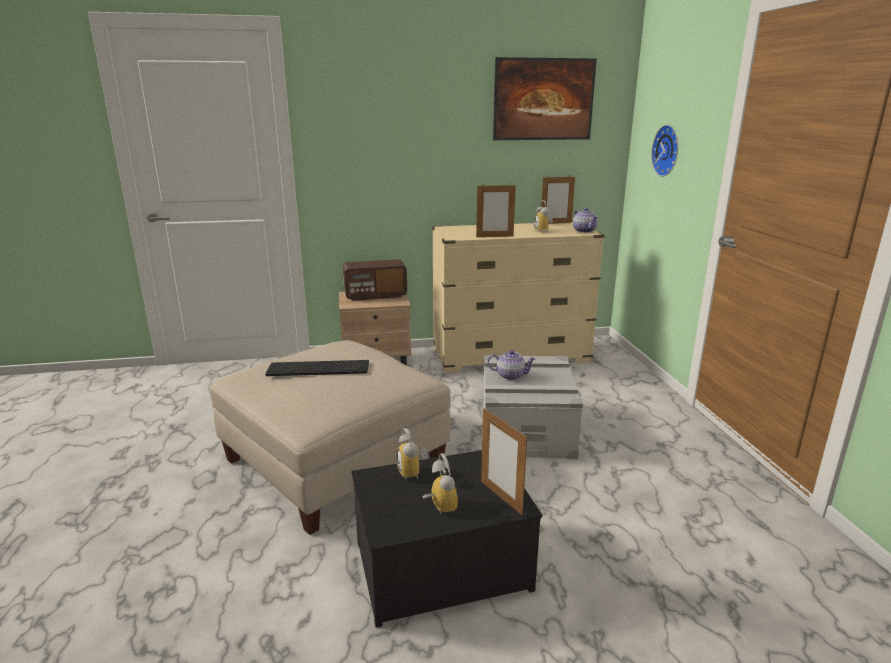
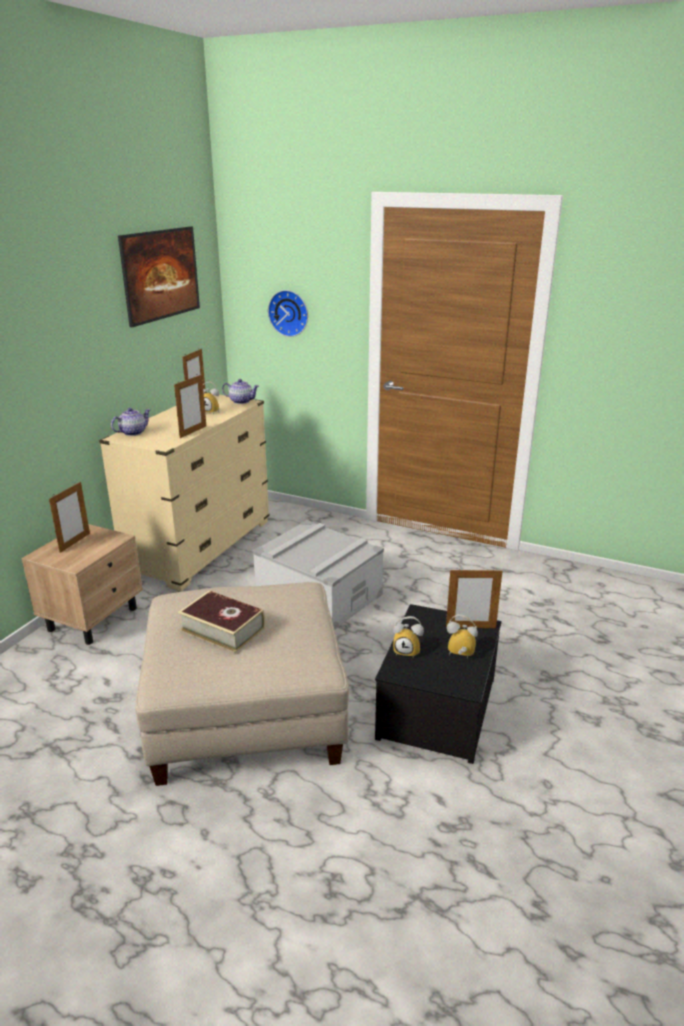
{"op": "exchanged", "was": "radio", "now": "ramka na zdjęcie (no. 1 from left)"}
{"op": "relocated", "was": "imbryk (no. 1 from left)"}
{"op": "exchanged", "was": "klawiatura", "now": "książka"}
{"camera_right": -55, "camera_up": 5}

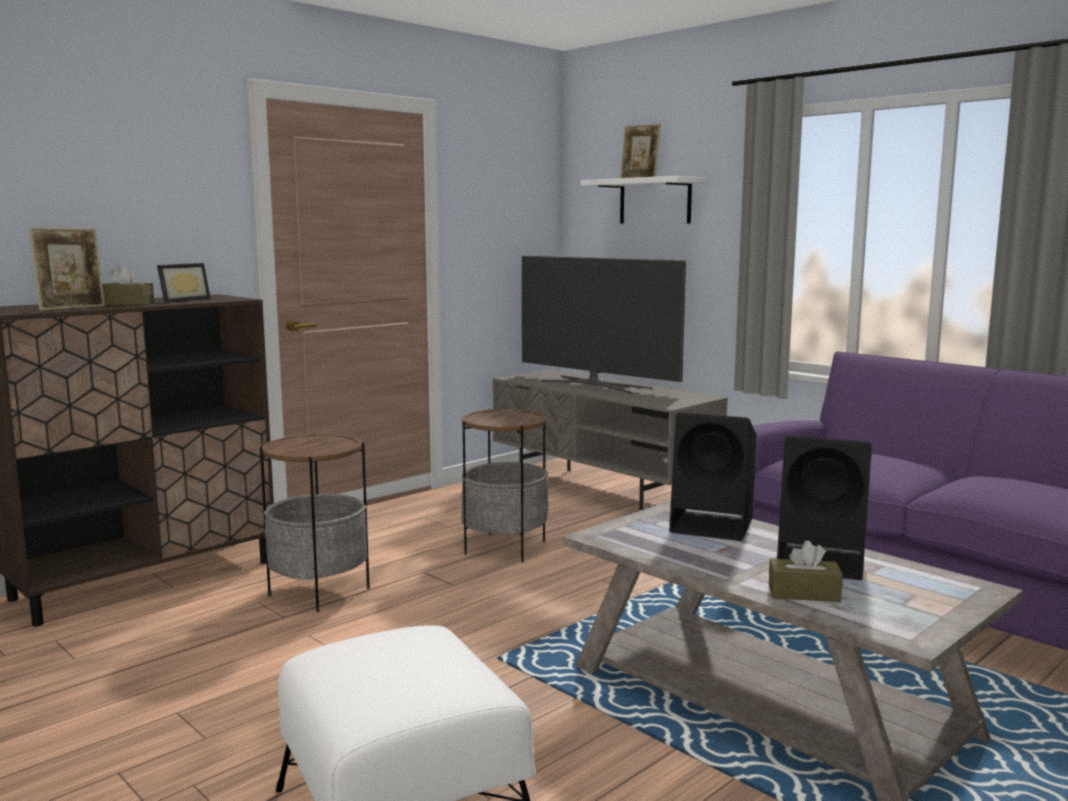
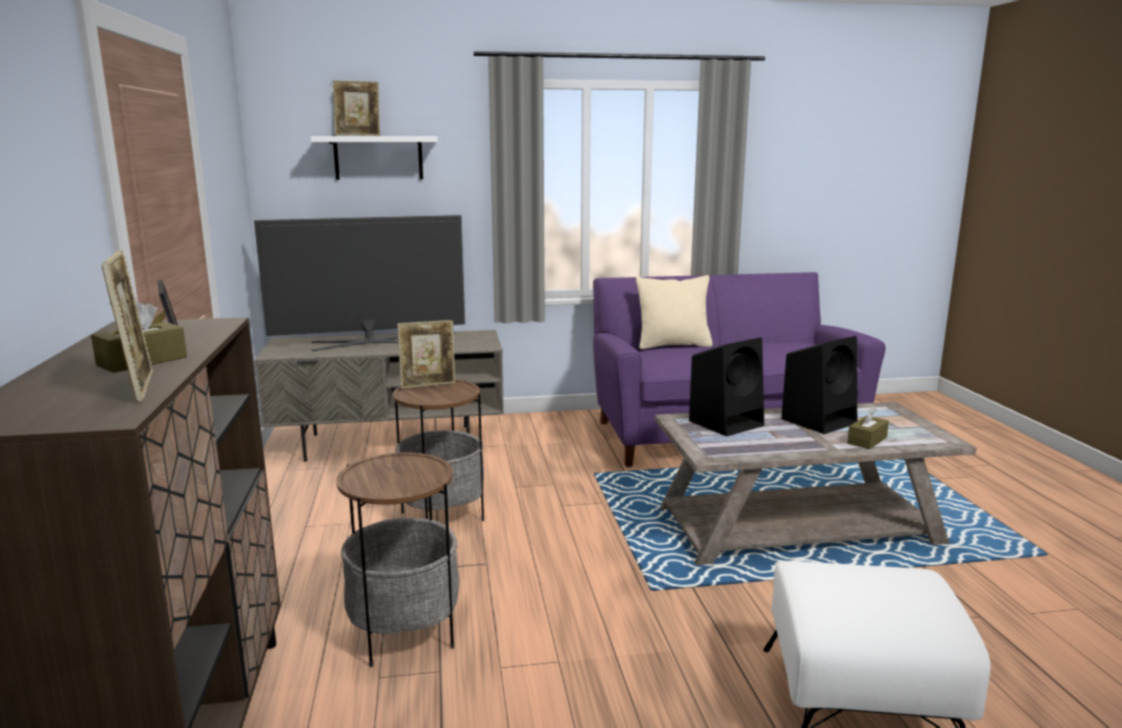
{"op": "appeared", "now": "ramka na zdjęcie (no. 4 from left)"}
{"op": "appeared", "now": "poduszka/beżowy"}
{"camera_right": -55, "camera_up": 5}

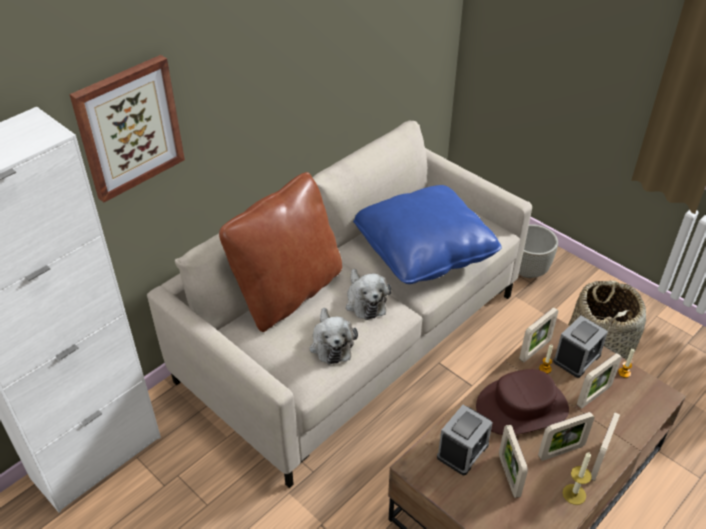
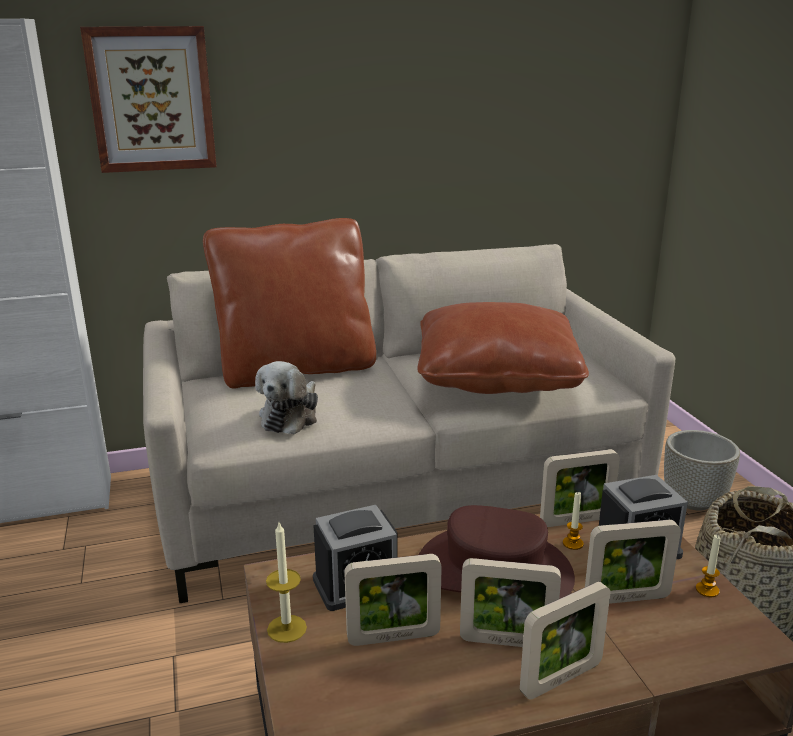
{"op": "relocated", "was": "świeca (no. 2 from left in the first image)", "now": "świeca (no. 1 from left)"}
{"op": "spun", "was": "ramka na zdjęcie (no. 1 from left)", "clockwise": -120}
{"op": "colour", "was": "poduszka/niebieski", "now": "poduszka/brązowy (no. 2 from left)"}
{"op": "missing", "was": "pluszak (no. 2 from left)"}
{"camera_right": 30, "camera_up": -20}

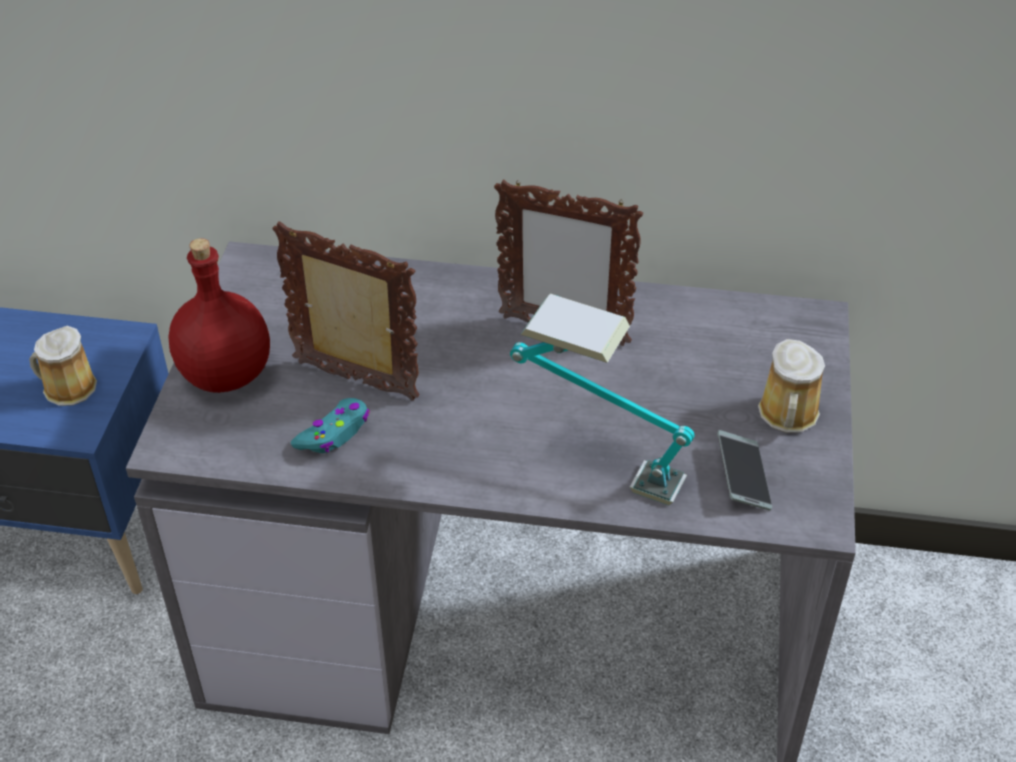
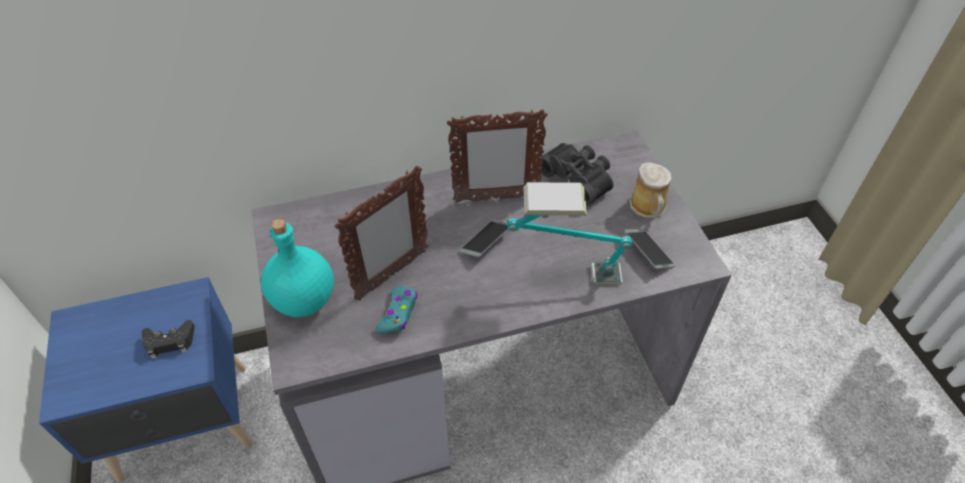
{"op": "exchanged", "was": "kubek (no. 1 from left)", "now": "pad do gier/czarny"}
{"op": "colour", "was": "butelka/czerwony", "now": "butelka/turkusowy"}
{"op": "spun", "was": "ramka na zdjęcie (no. 1 from left)", "clockwise": 135}
{"op": "appeared", "now": "telefon (no. 1 from left)"}
{"op": "appeared", "now": "lornetka/czarny"}
{"camera_right": -25, "camera_up": 5}

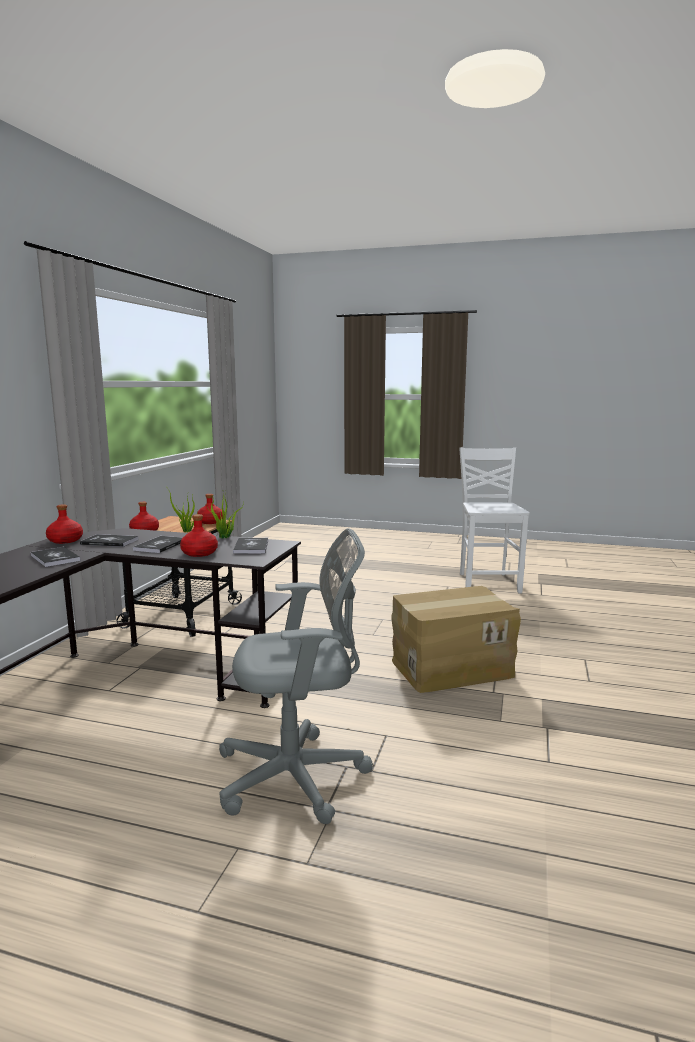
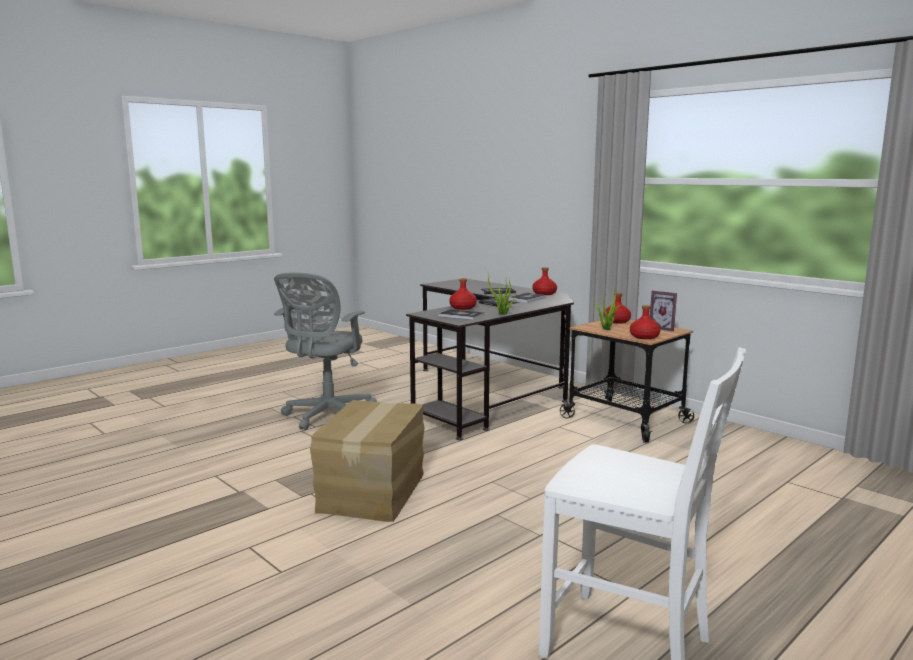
{"op": "appeared", "now": "ramka na zdjęcie"}
{"camera_right": 120, "camera_up": 0}

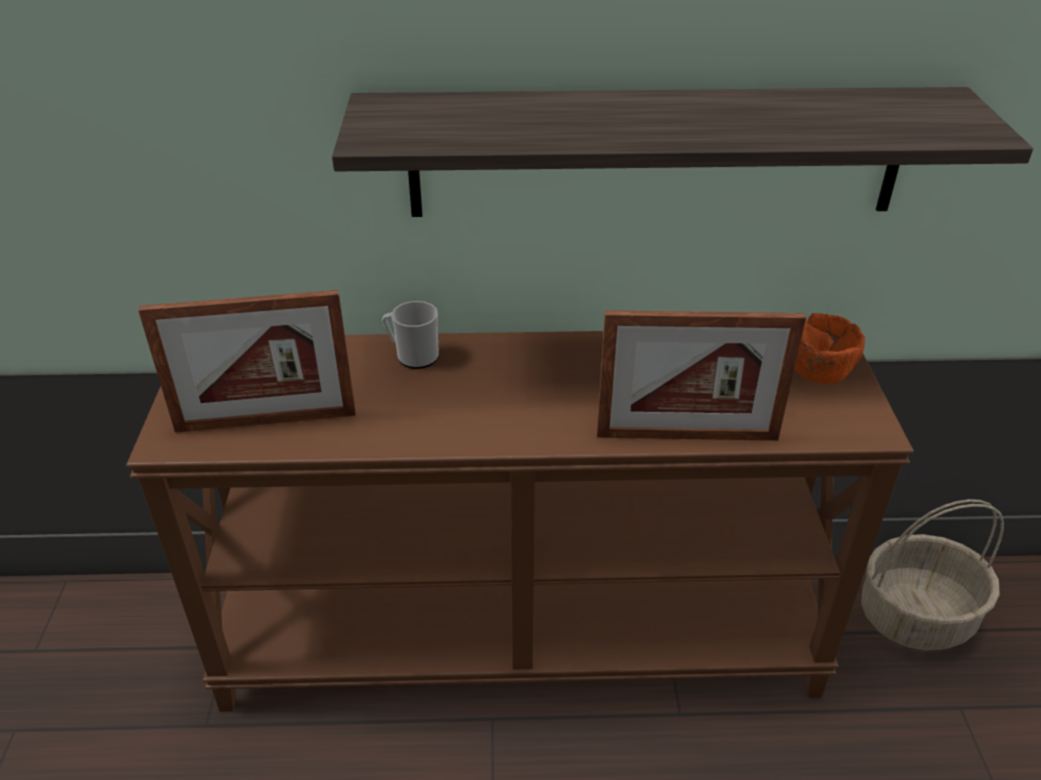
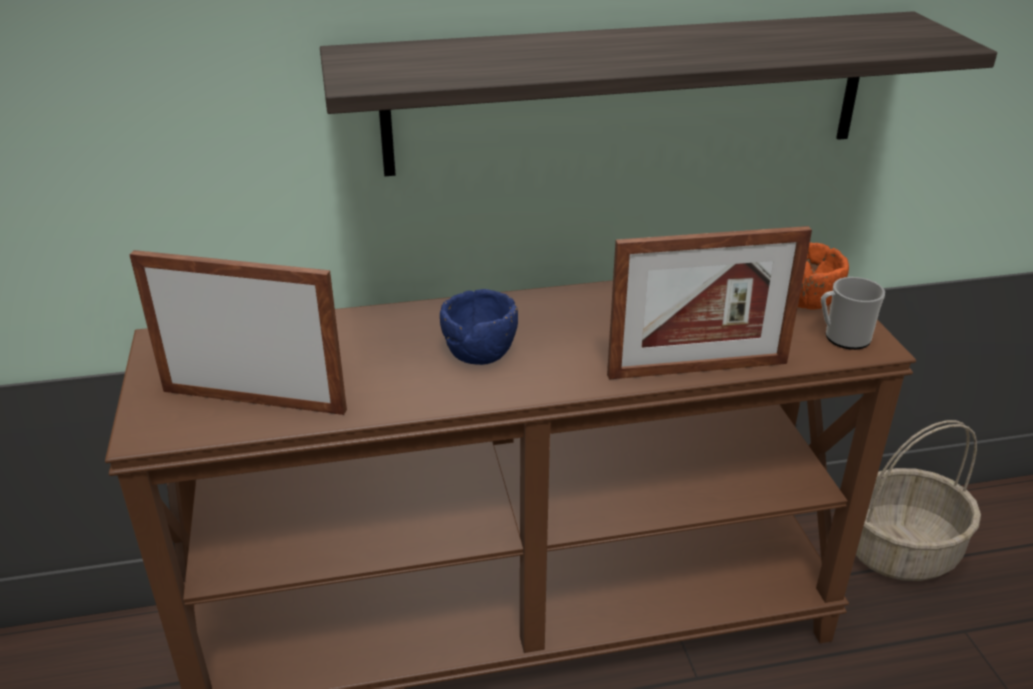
{"op": "spun", "was": "ramka na zdjęcie (no. 1 from left)", "clockwise": -150}
{"op": "appeared", "now": "miska/niebieski"}
{"op": "relocated", "was": "kubek"}
{"camera_right": -10, "camera_up": -5}

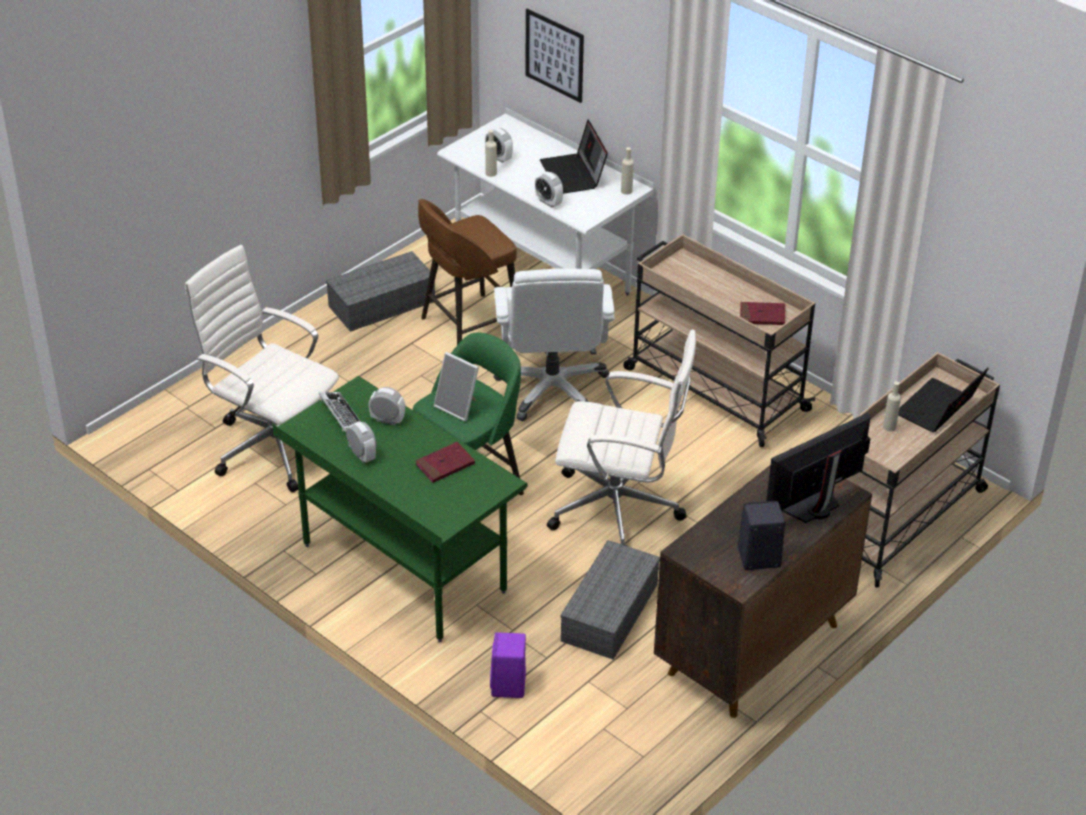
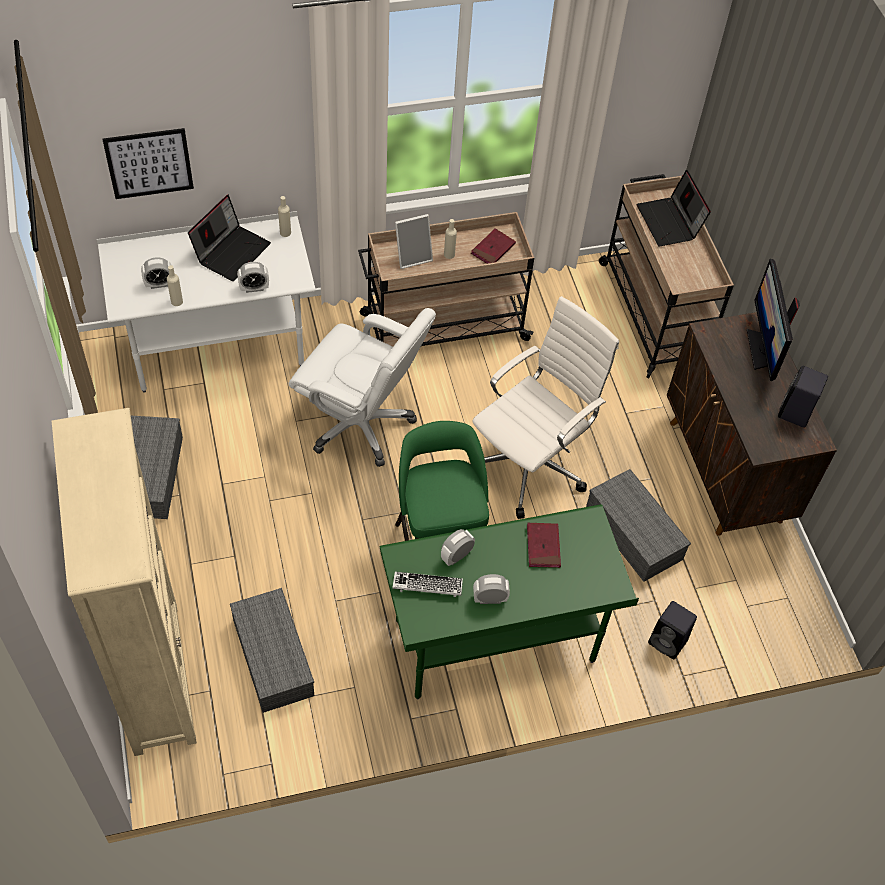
{"op": "appeared", "now": "regał/beżowy"}
{"op": "spun", "was": "laptop (no. 1 from left)", "clockwise": -75}
{"op": "exchanged", "was": "krzesło biurowe/biały (no. 1 from left)", "now": "pojemnik do przechowywania/szary (no. 2 from left)"}
{"op": "relocated", "was": "ramka na zdjęcie"}
{"op": "relocated", "was": "butelka/beżowy (no. 3 from left)"}
{"op": "colour", "was": "głośnik/fioletowy", "now": "głośnik/czarny (no. 1 from left)"}
{"op": "missing", "was": "stołek/brązowy"}
{"camera_right": -60, "camera_up": 15}

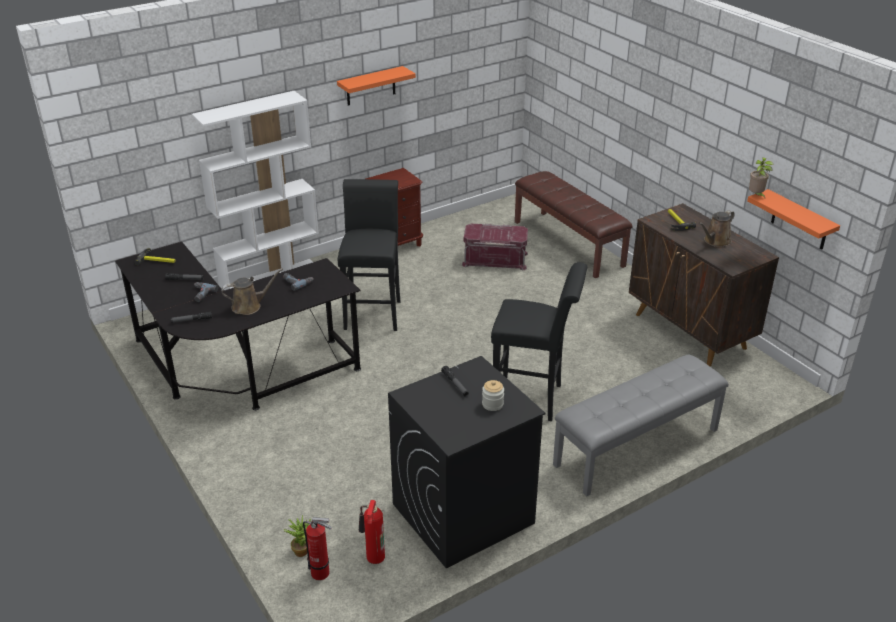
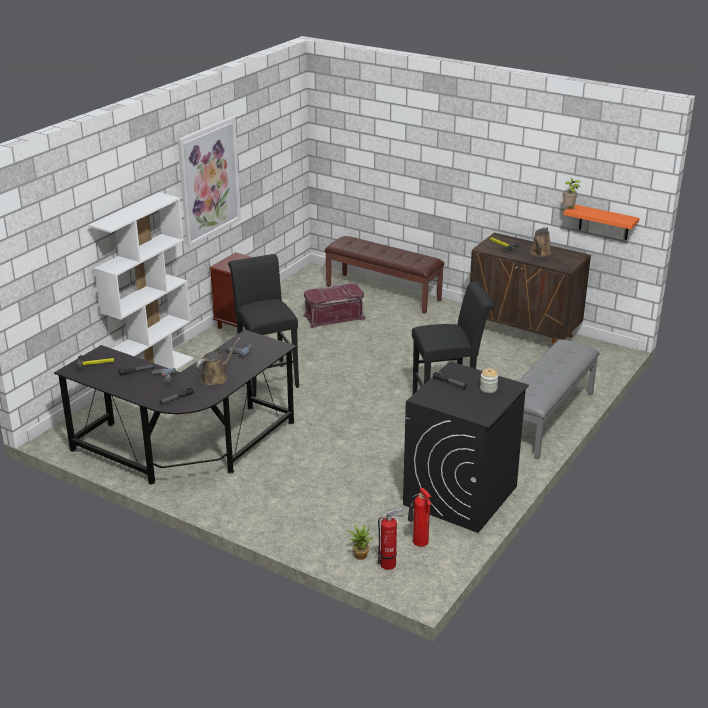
{"op": "exchanged", "was": "półka/pomarańczowy (no. 1 from left)", "now": "obraz"}
{"camera_right": -25, "camera_up": -5}

